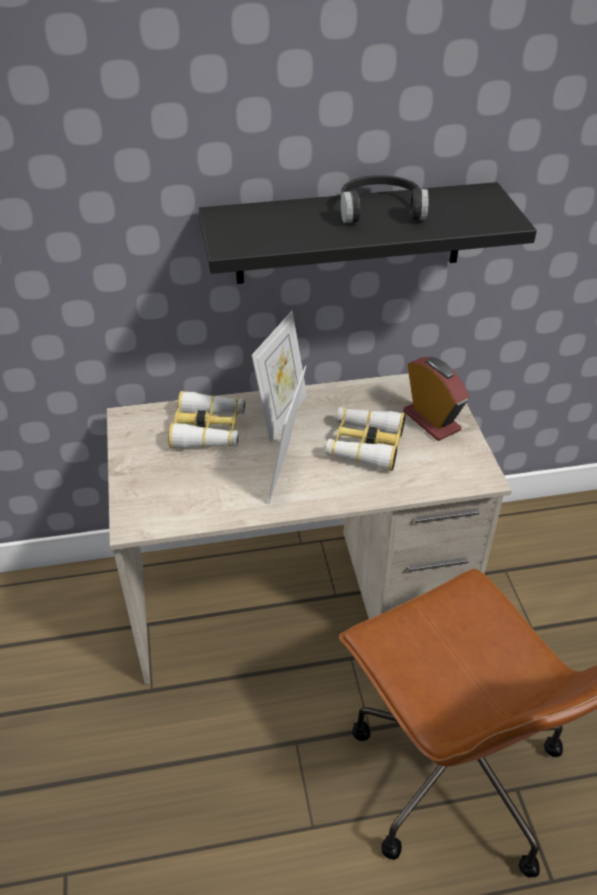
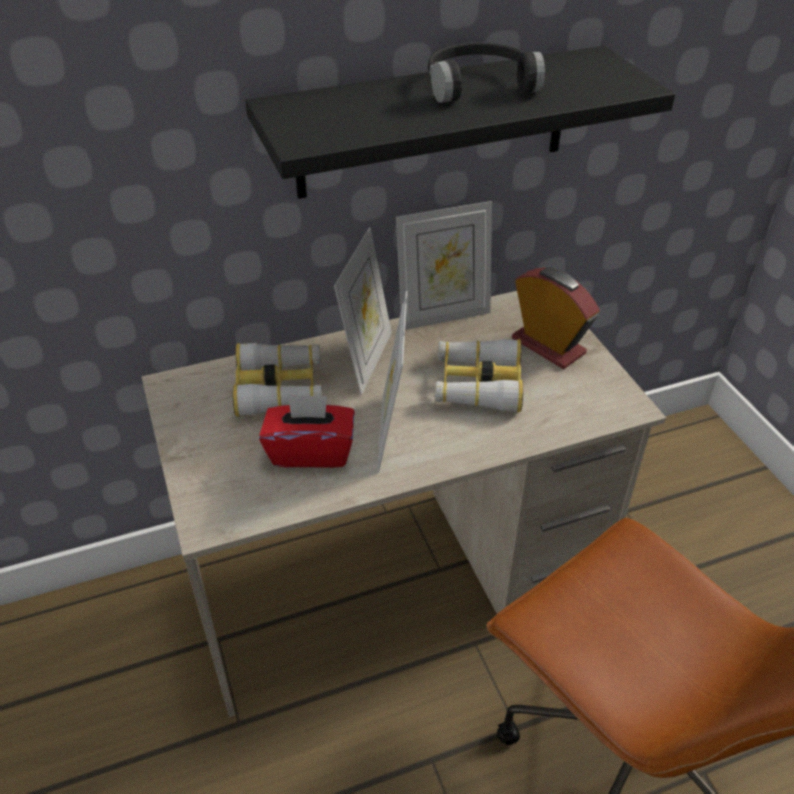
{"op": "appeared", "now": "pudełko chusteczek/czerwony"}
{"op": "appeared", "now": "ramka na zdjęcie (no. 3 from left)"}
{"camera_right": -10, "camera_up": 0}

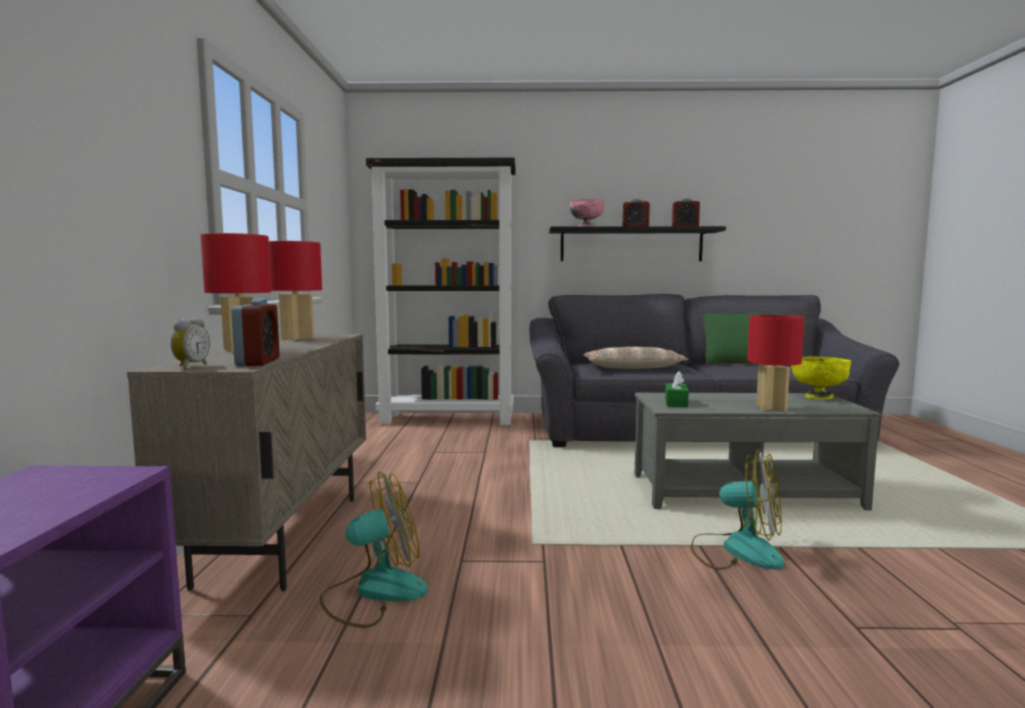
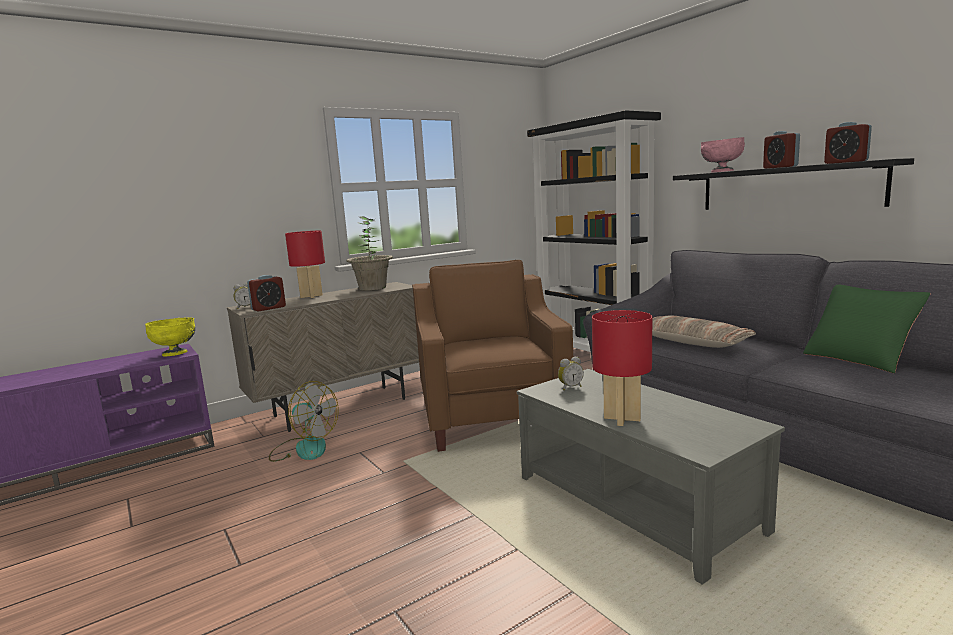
{"op": "relocated", "was": "miska/żółty"}
{"op": "exchanged", "was": "lampa stołowa/czerwony (no. 2 from left)", "now": "roślina doniczkowa"}
{"op": "appeared", "now": "fotel/brązowy"}
{"op": "exchanged", "was": "pudełko chusteczek/zielony", "now": "budzik (no. 3 from left)"}
{"op": "missing", "was": "wentylator (no. 2 from left)"}
{"camera_right": 55, "camera_up": 5}

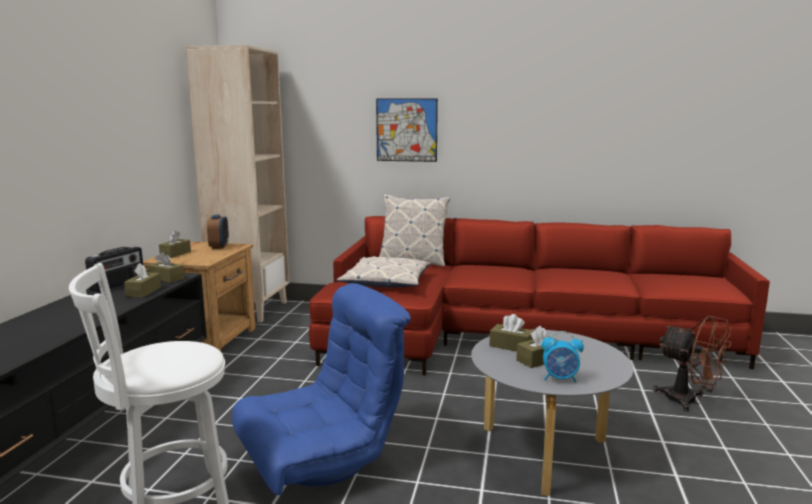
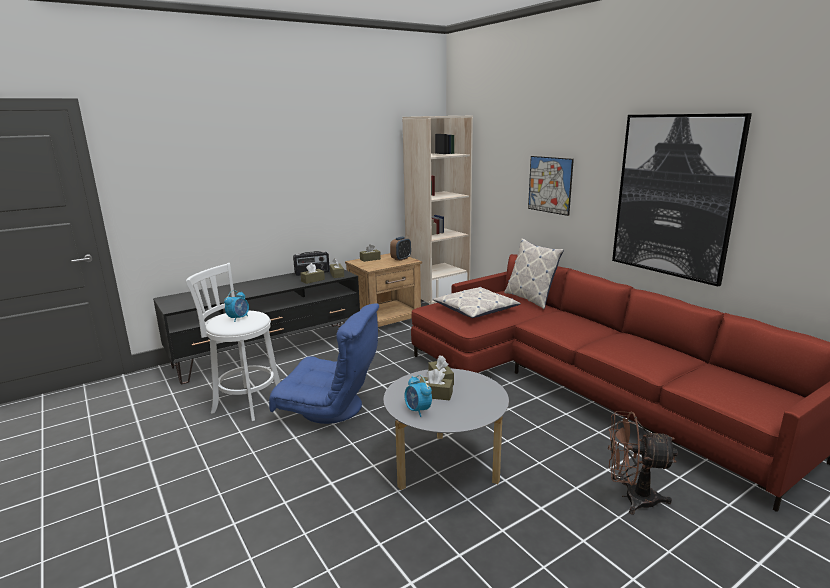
{"op": "appeared", "now": "budzik (no. 1 from left)"}
{"op": "spun", "was": "wentylator/brązowy", "clockwise": 105}
{"op": "appeared", "now": "obraz (no. 2 from left)"}
{"camera_right": 45, "camera_up": 5}

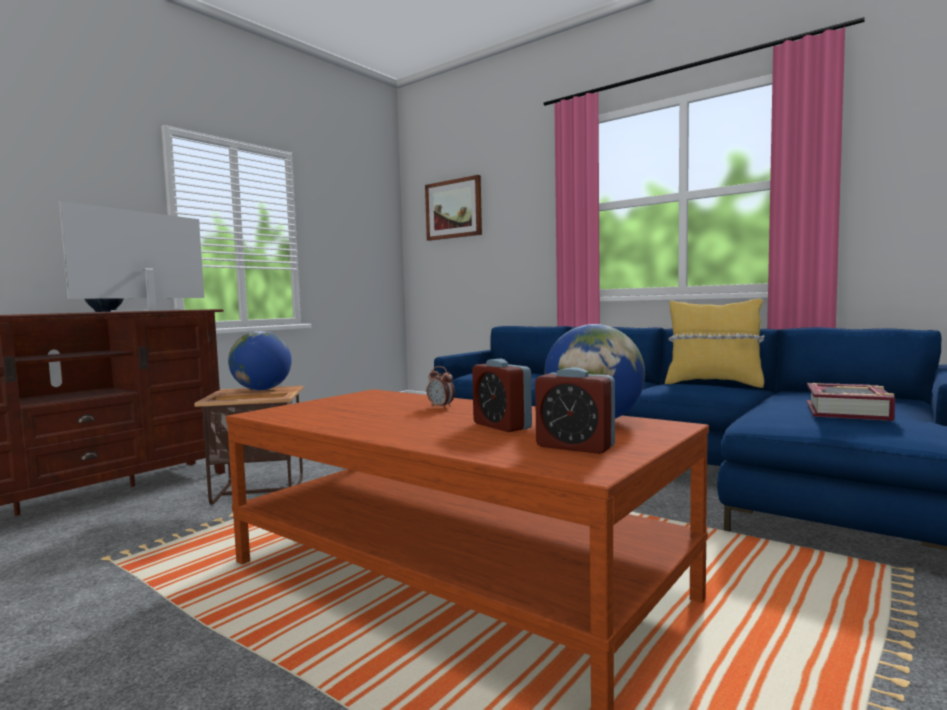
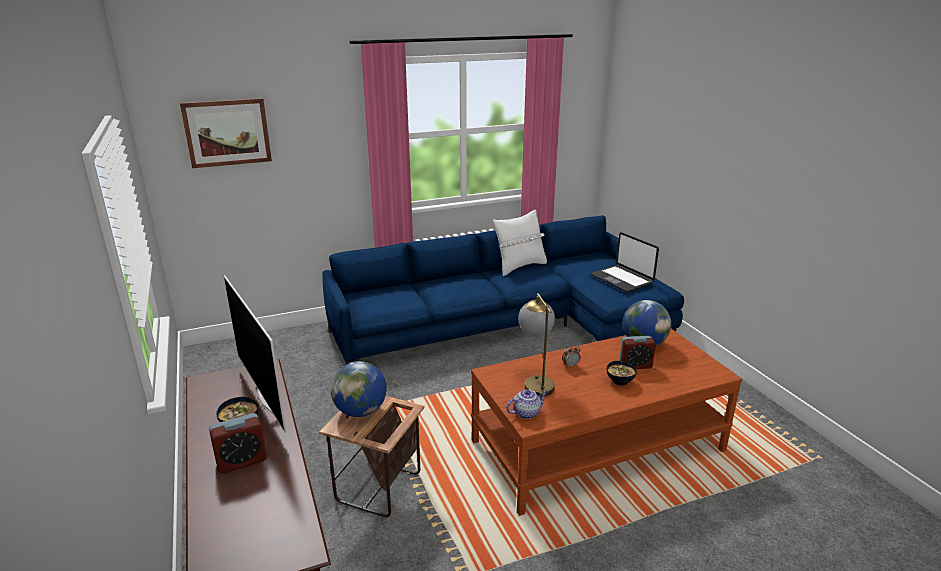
{"op": "relocated", "was": "budzik (no. 3 from left in the first image)", "now": "budzik (no. 1 from left)"}
{"op": "colour", "was": "poduszka/żółty", "now": "poduszka/biały"}
{"op": "appeared", "now": "imbryk"}
{"op": "appeared", "now": "lampa stołowa"}
{"op": "exchanged", "was": "książka", "now": "laptop"}
{"op": "appeared", "now": "miska (no. 2 from left)"}
{"camera_right": -60, "camera_up": 20}

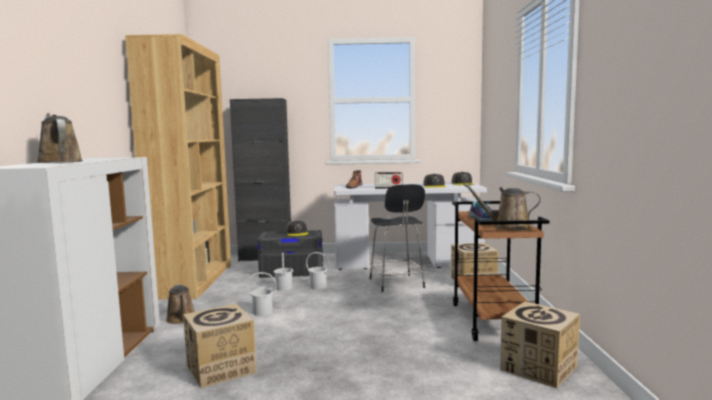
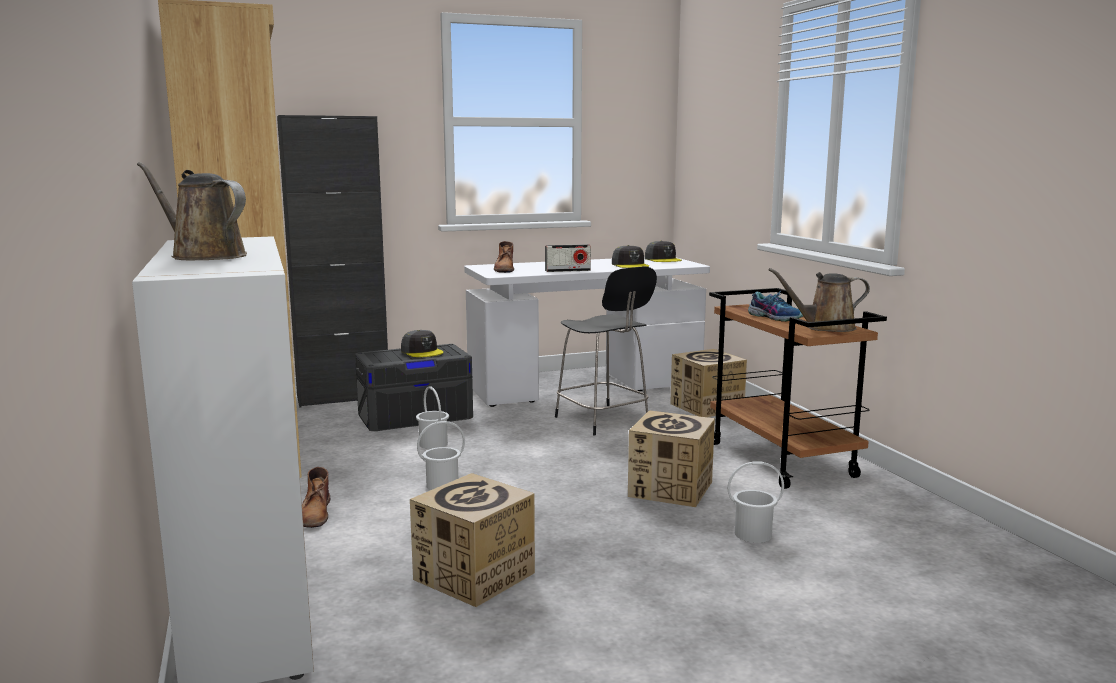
{"op": "exchanged", "was": "konewka/brązowy (no. 2 from left)", "now": "but z cholewką/brązowy (no. 1 from left)"}
{"op": "relocated", "was": "karton (no. 3 from left in the first image)", "now": "karton (no. 2 from left)"}
{"op": "relocated", "was": "wiadro/biały (no. 3 from left)"}
{"camera_right": -20, "camera_up": 5}

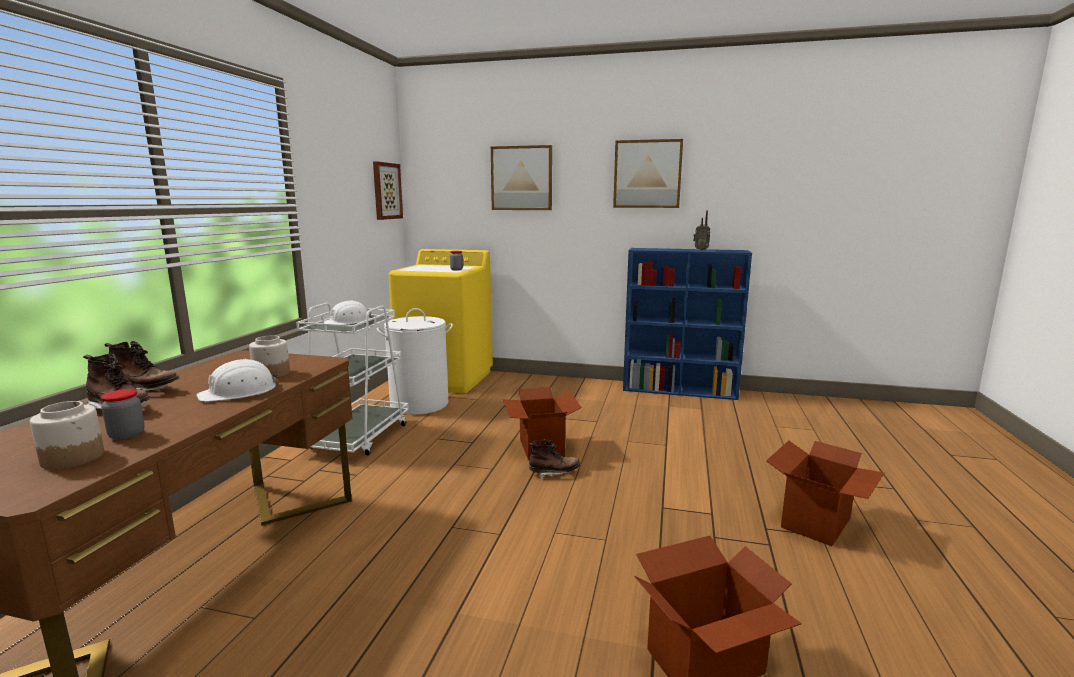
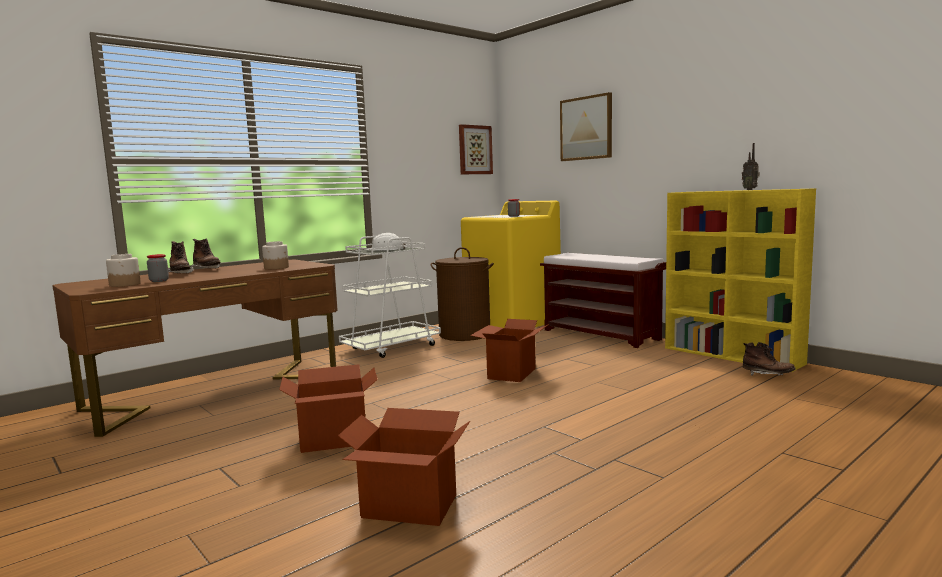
{"op": "relocated", "was": "karton (no. 3 from left in the first image)", "now": "karton (no. 1 from left)"}
{"op": "colour", "was": "kosz na pranie/biały", "now": "kosz na pranie/brązowy"}
{"op": "appeared", "now": "ławka/brązowy"}
{"op": "colour", "was": "regał/niebieski", "now": "regał/żółty"}
{"op": "relocated", "was": "but z cholewką/brązowy (no. 3 from left)"}
{"op": "missing", "was": "kask/biały (no. 1 from left)"}
{"op": "missing", "was": "obraz (no. 3 from left)"}
{"camera_right": 35, "camera_up": -5}

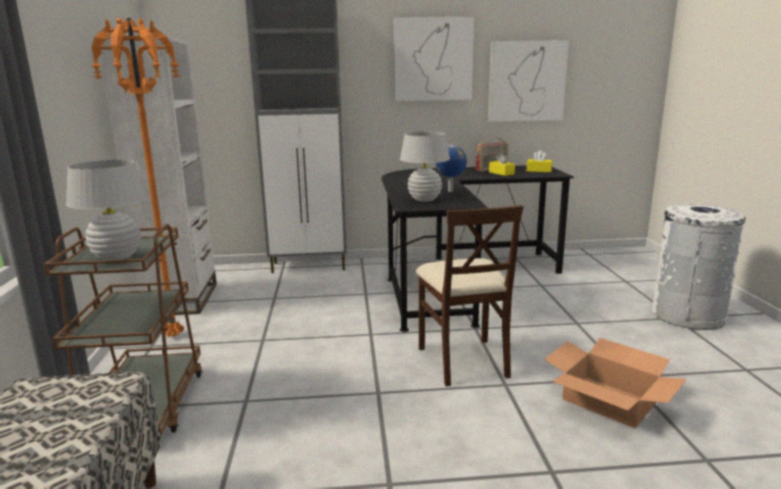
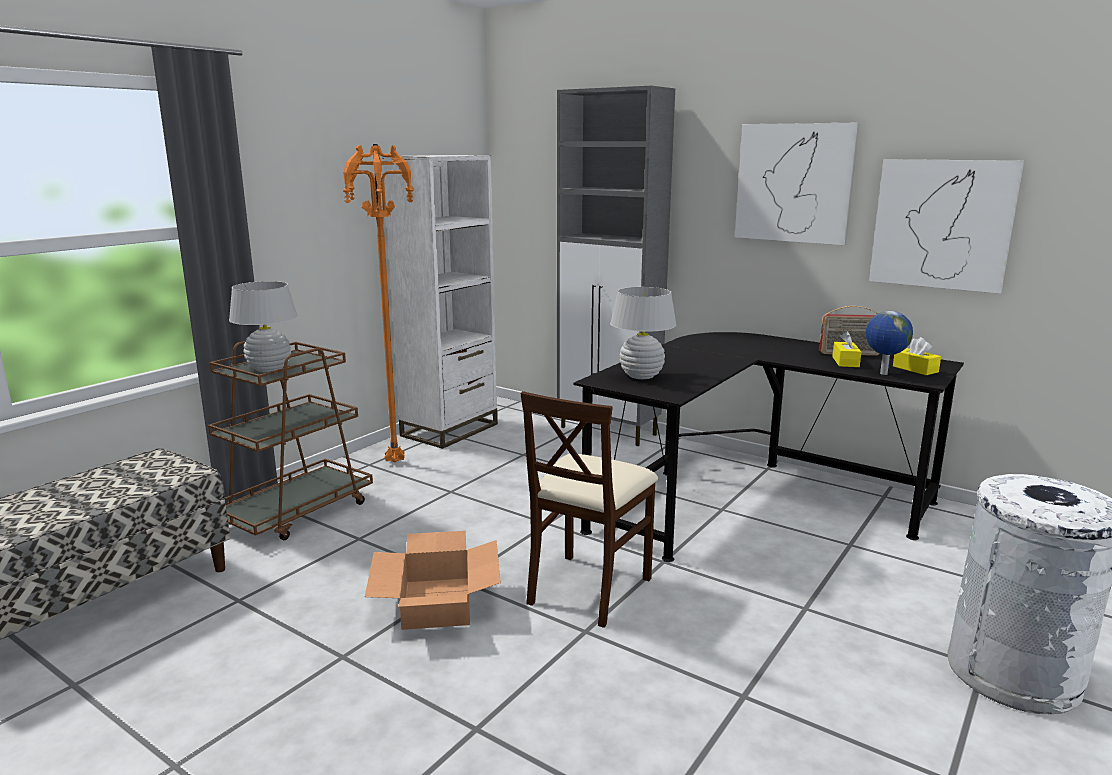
{"op": "relocated", "was": "karton"}
{"op": "relocated", "was": "globus"}
{"camera_right": 40, "camera_up": 0}

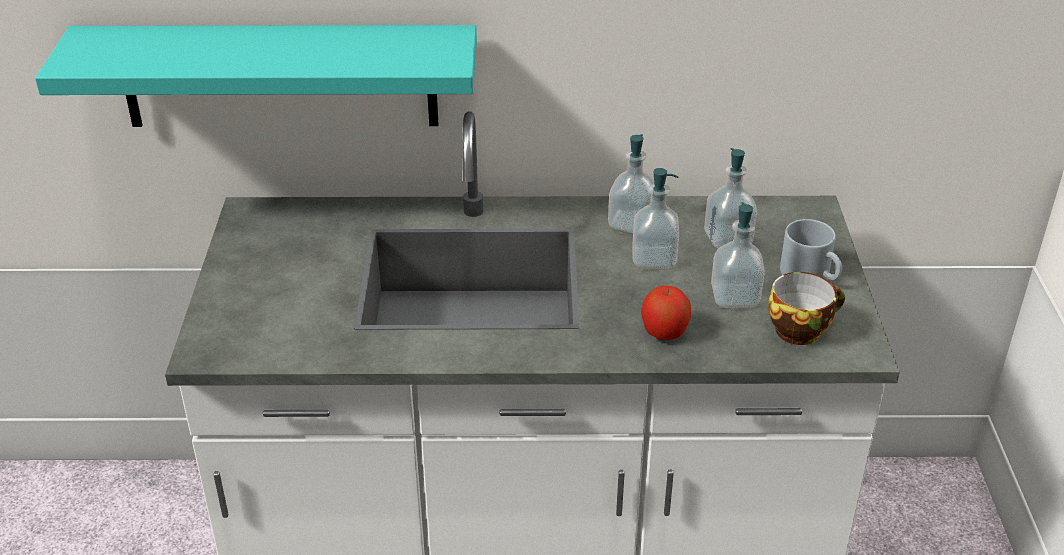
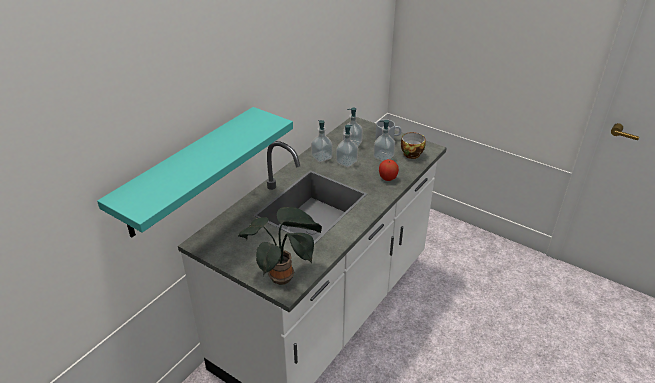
{"op": "appeared", "now": "roślina doniczkowa"}
{"camera_right": -55, "camera_up": 0}

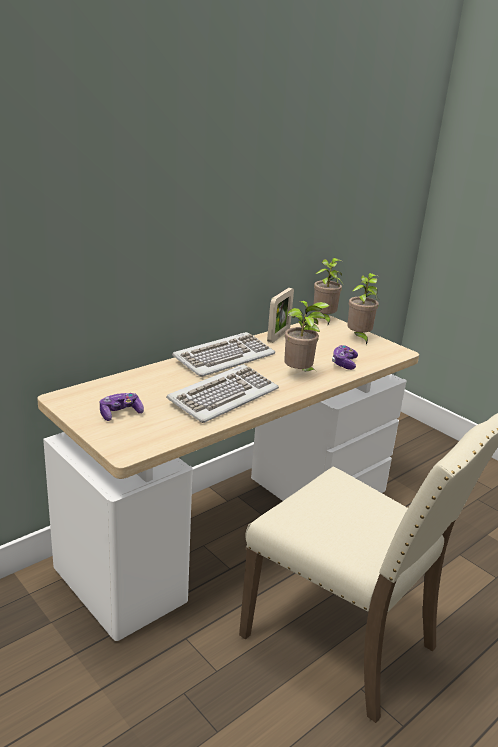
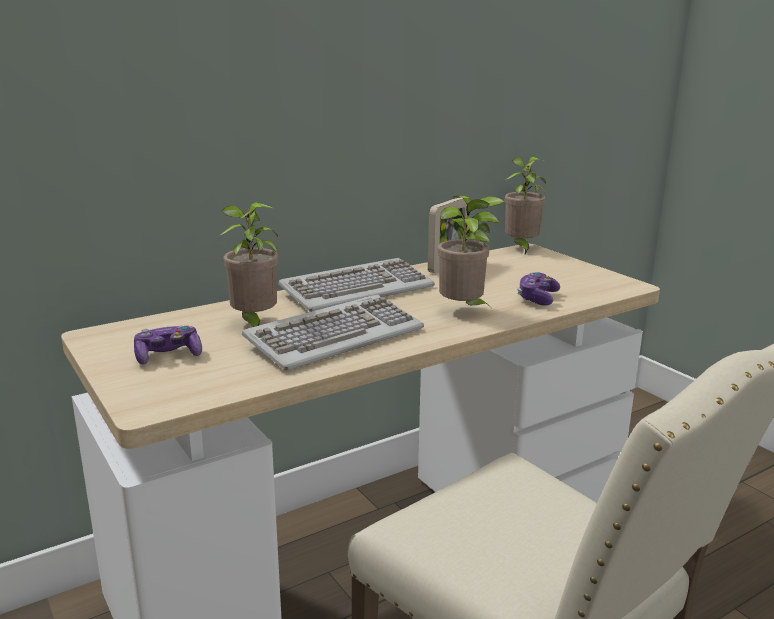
{"op": "relocated", "was": "roślina doniczkowa (no. 3 from left in the first image)", "now": "roślina doniczkowa (no. 1 from left)"}
{"camera_right": 10, "camera_up": -5}

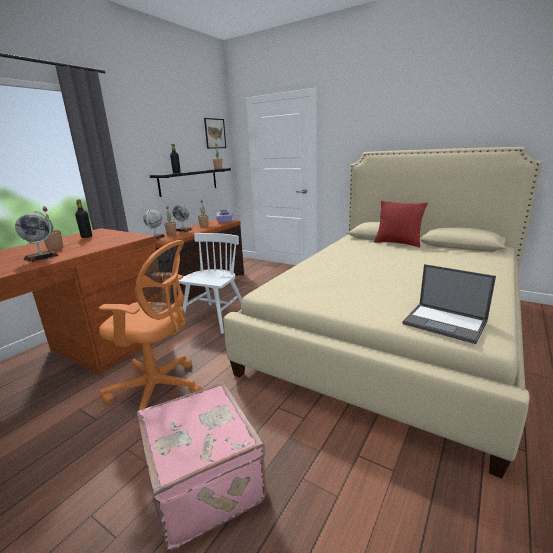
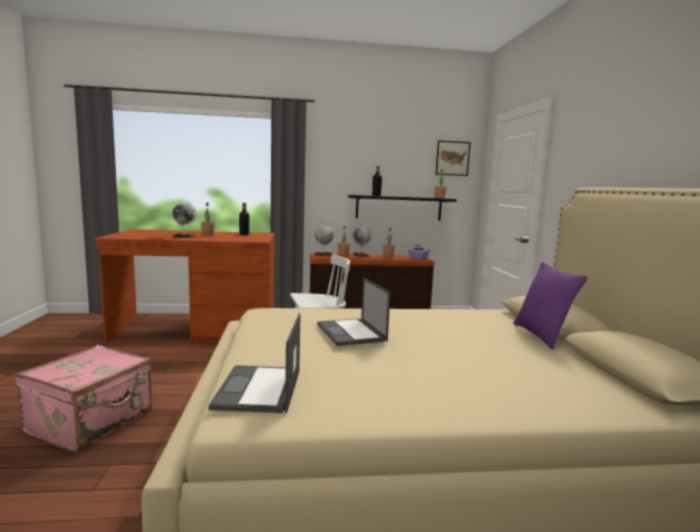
{"op": "appeared", "now": "laptop (no. 2 from left)"}
{"op": "colour", "was": "poduszka/czerwony", "now": "poduszka/fioletowy"}
{"op": "missing", "was": "krzesło biurowe/pomarańczowy"}
{"camera_right": 50, "camera_up": -10}

